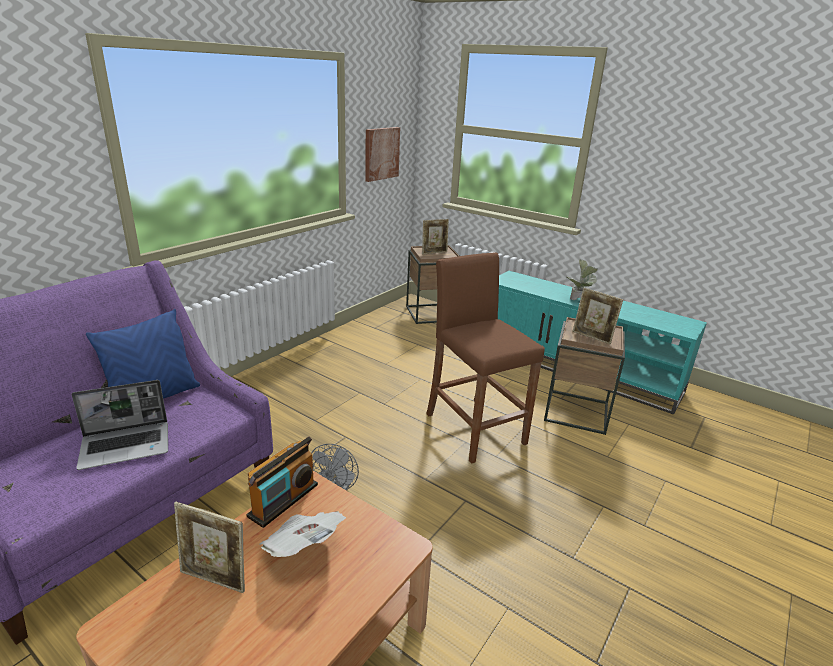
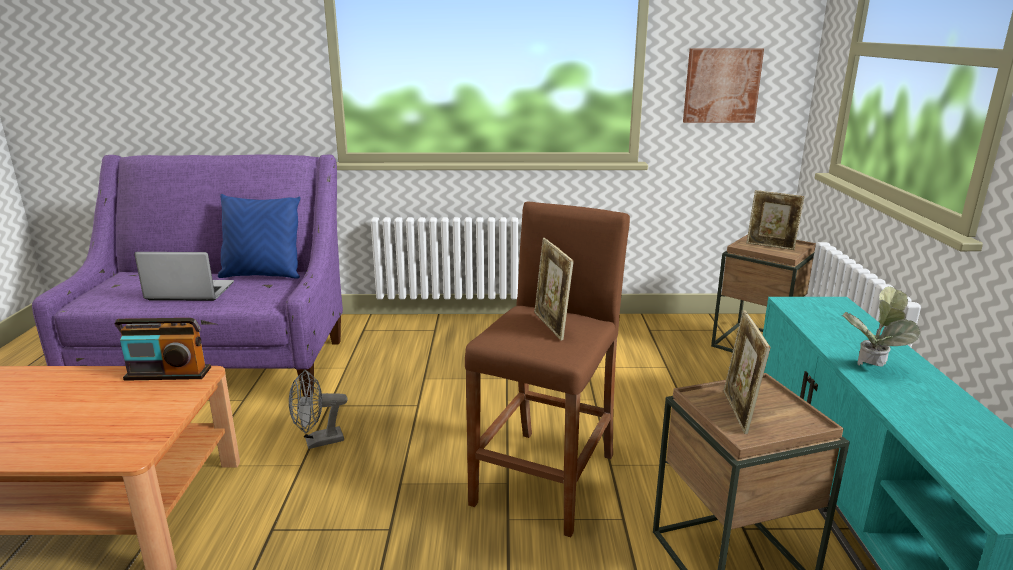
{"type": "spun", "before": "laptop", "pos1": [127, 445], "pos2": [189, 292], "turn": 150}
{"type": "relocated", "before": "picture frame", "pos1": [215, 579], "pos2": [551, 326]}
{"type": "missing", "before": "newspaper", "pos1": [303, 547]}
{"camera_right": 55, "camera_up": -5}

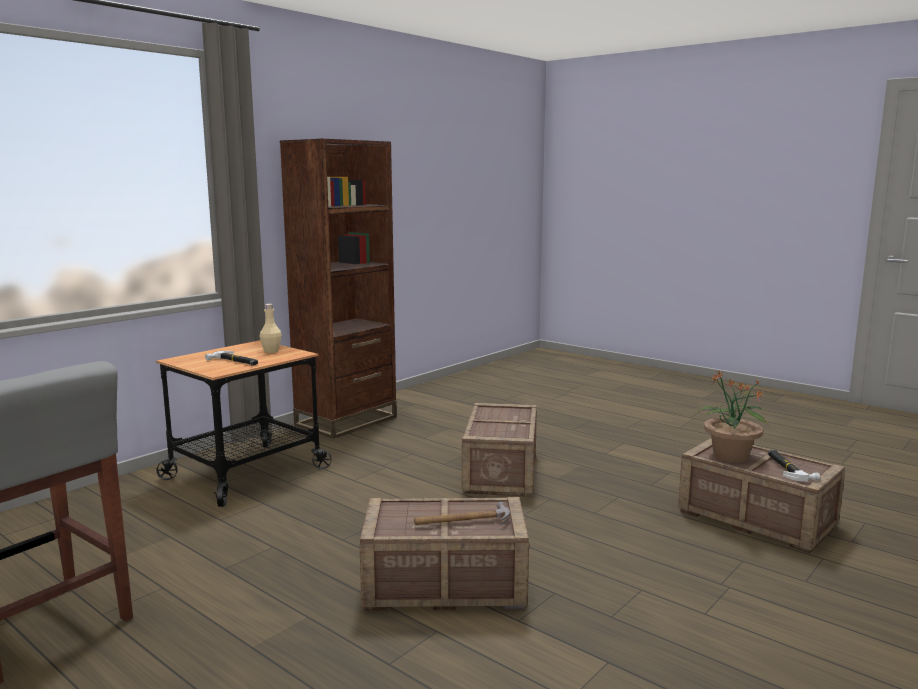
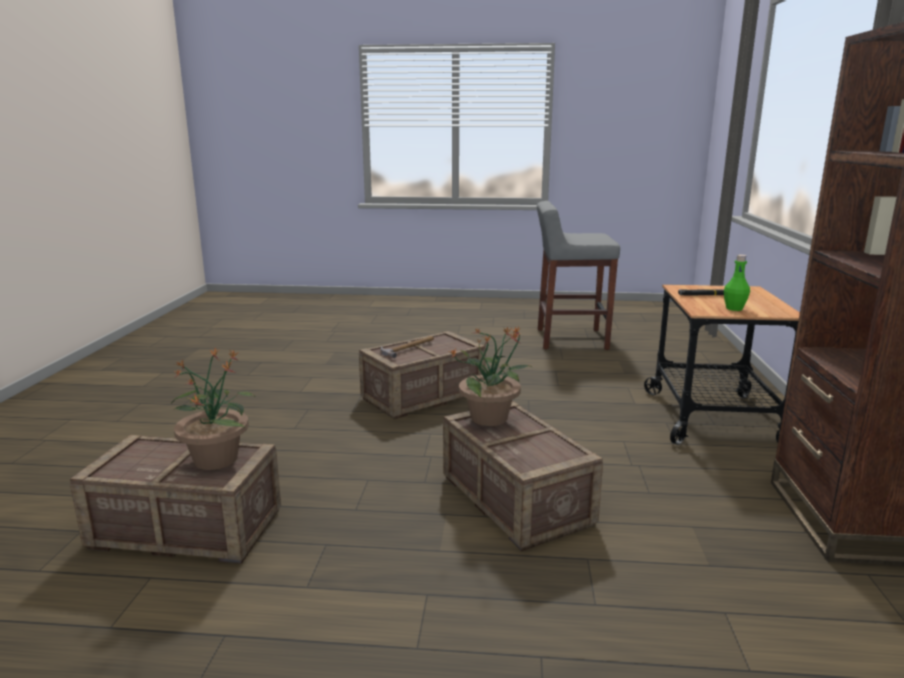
{"type": "colour", "before": "bottle (beige)", "after": "bottle (green)", "pos1": [271, 351], "pos2": [734, 308]}
{"type": "missing", "before": "hammer", "pos1": [788, 468]}
{"type": "appeared", "after": "potted plant", "pos2": [490, 418]}
{"camera_right": 145, "camera_up": 5}

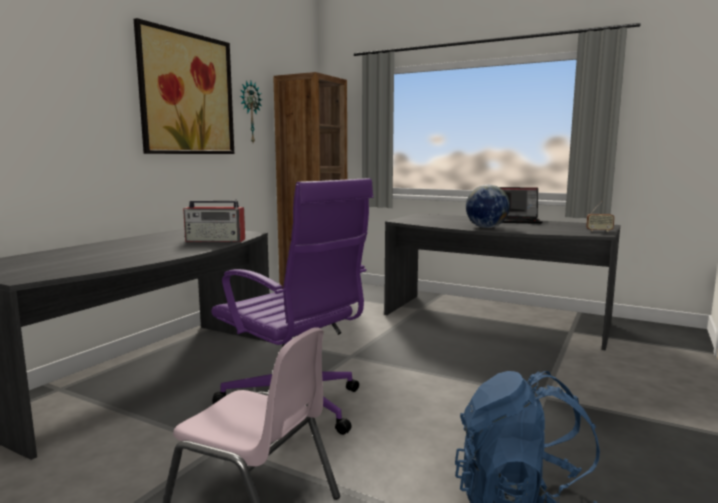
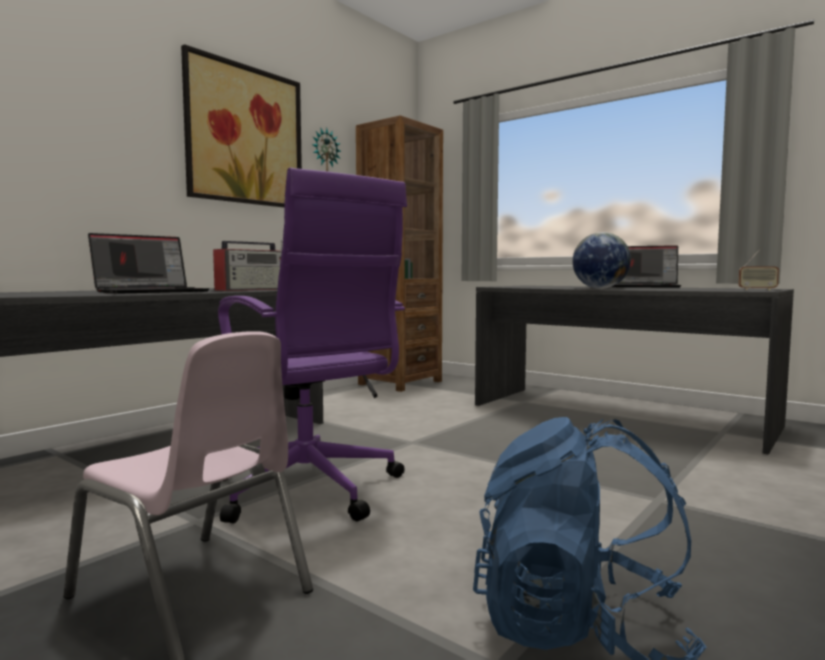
{"type": "spun", "before": "radio", "pos1": [216, 240], "pos2": [251, 289], "turn": -60}
{"type": "appeared", "after": "laptop", "pos2": [152, 292]}
{"camera_right": 10, "camera_up": -5}

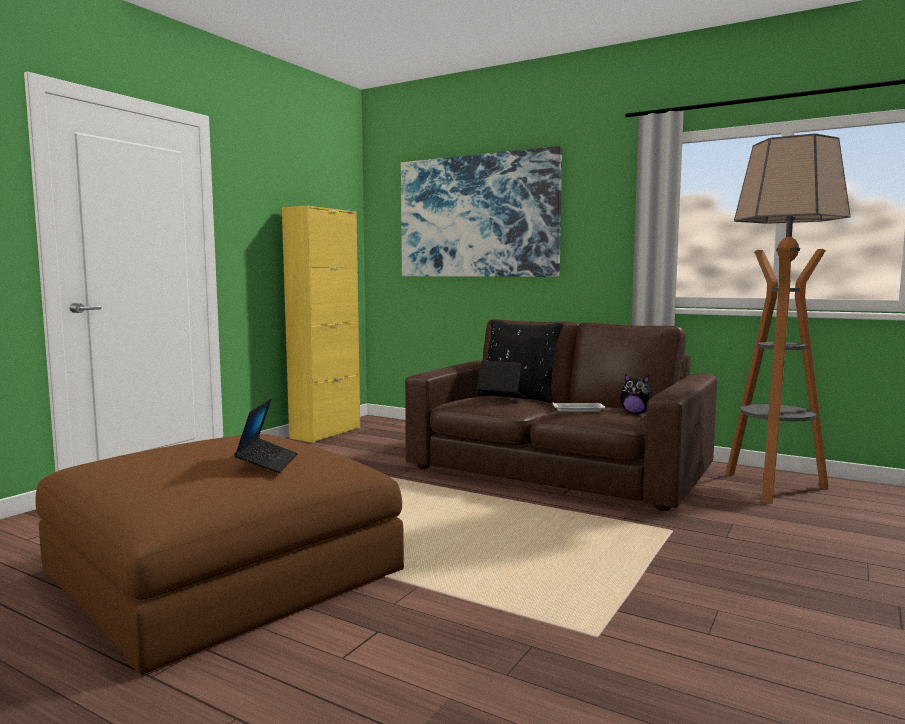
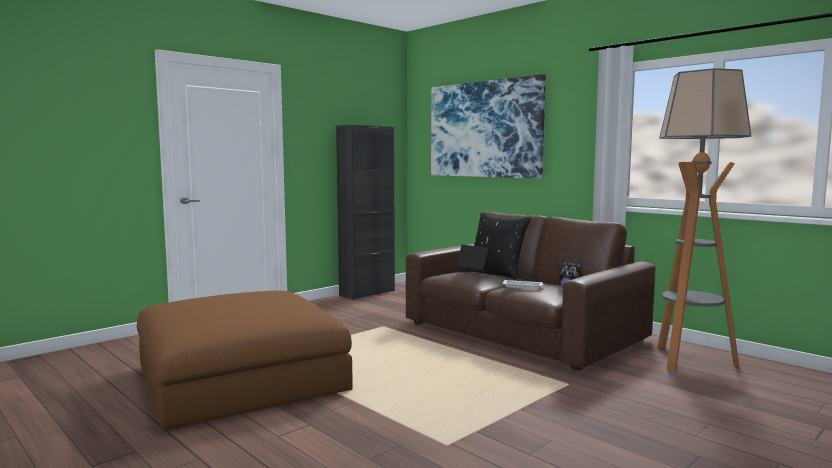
{"type": "colour", "before": "cabinet (yellow)", "after": "cabinet (black)", "pos1": [326, 433], "pos2": [367, 293]}
{"type": "missing", "before": "laptop", "pos1": [267, 462]}
{"camera_right": 15, "camera_up": 0}

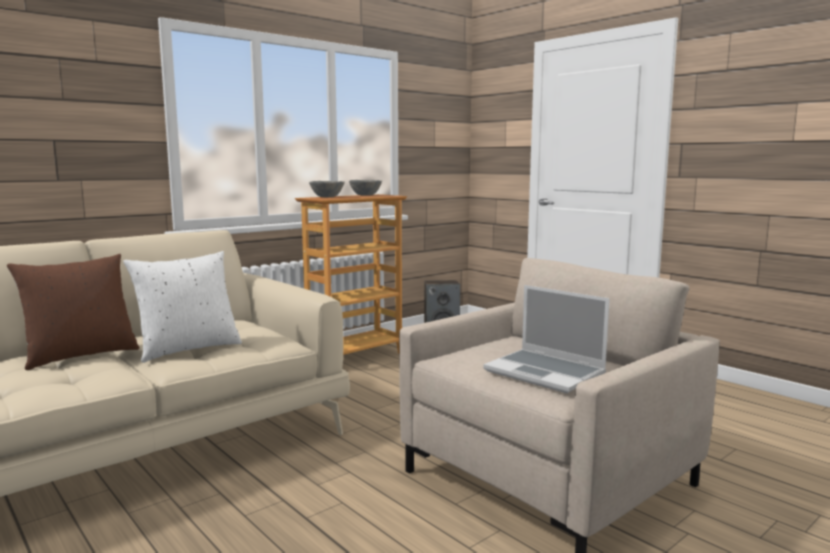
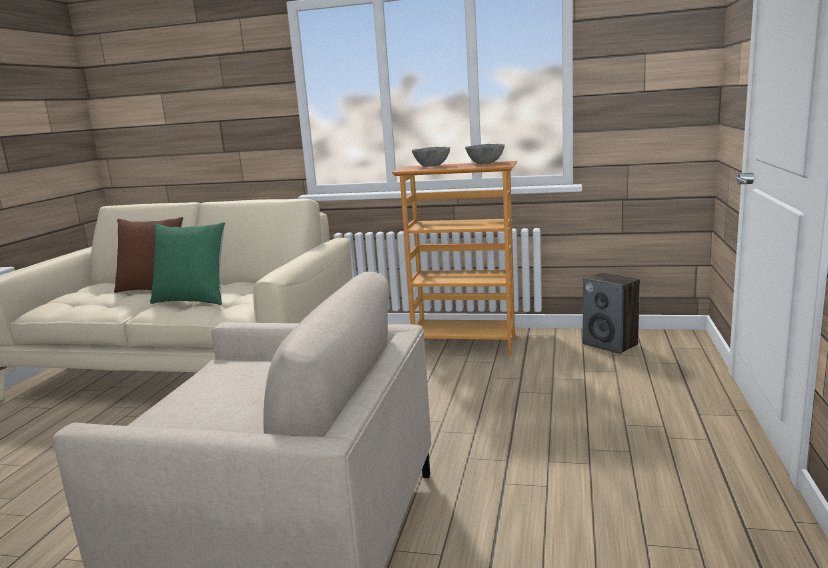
{"type": "colour", "before": "pillow (white)", "after": "pillow (green)", "pos1": [188, 349], "pos2": [193, 300]}
{"type": "missing", "before": "laptop", "pos1": [546, 373]}
{"camera_right": 55, "camera_up": 5}

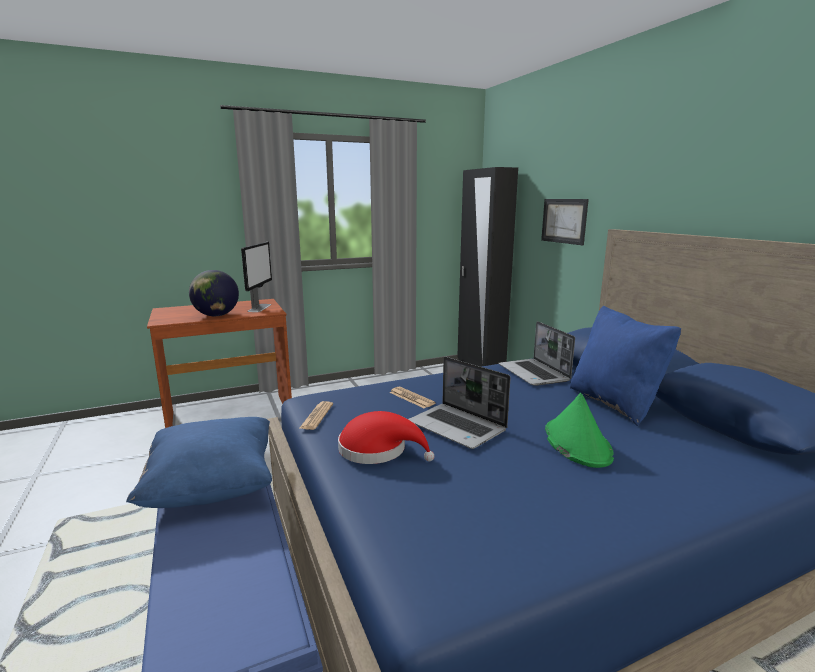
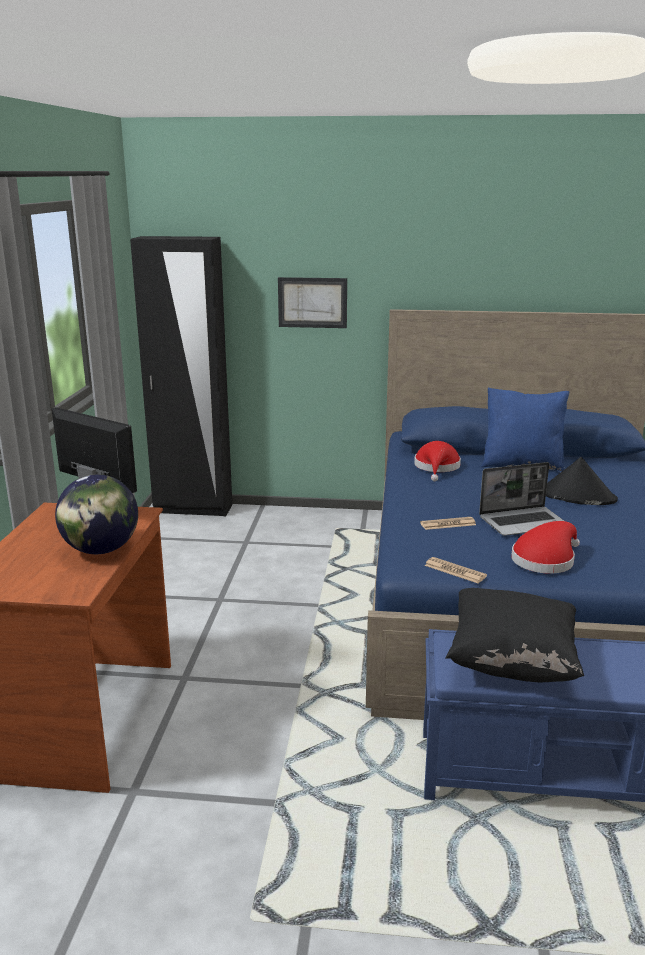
{"type": "exchanged", "before": "laptop", "after": "hat (red)", "pos1": [534, 373], "pos2": [437, 467]}
{"type": "colour", "before": "hat (green)", "after": "hat (black)", "pos1": [576, 443], "pos2": [577, 496]}
{"type": "colour", "before": "pillow (blue)", "after": "pillow (black)", "pos1": [212, 487], "pos2": [511, 662]}
{"camera_right": -60, "camera_up": 5}

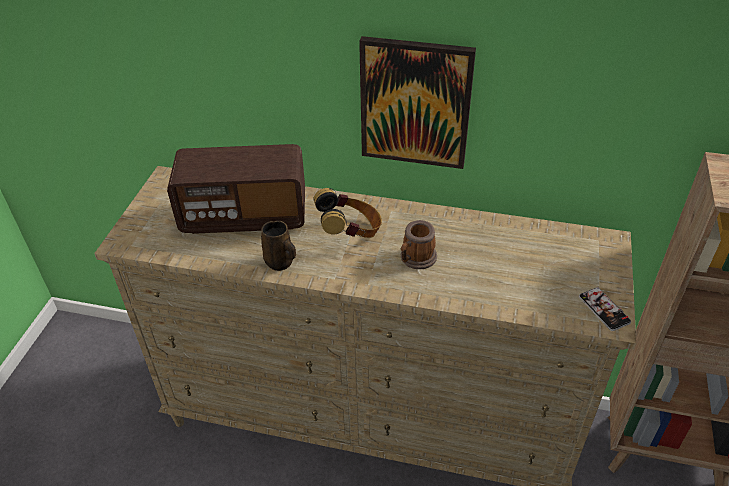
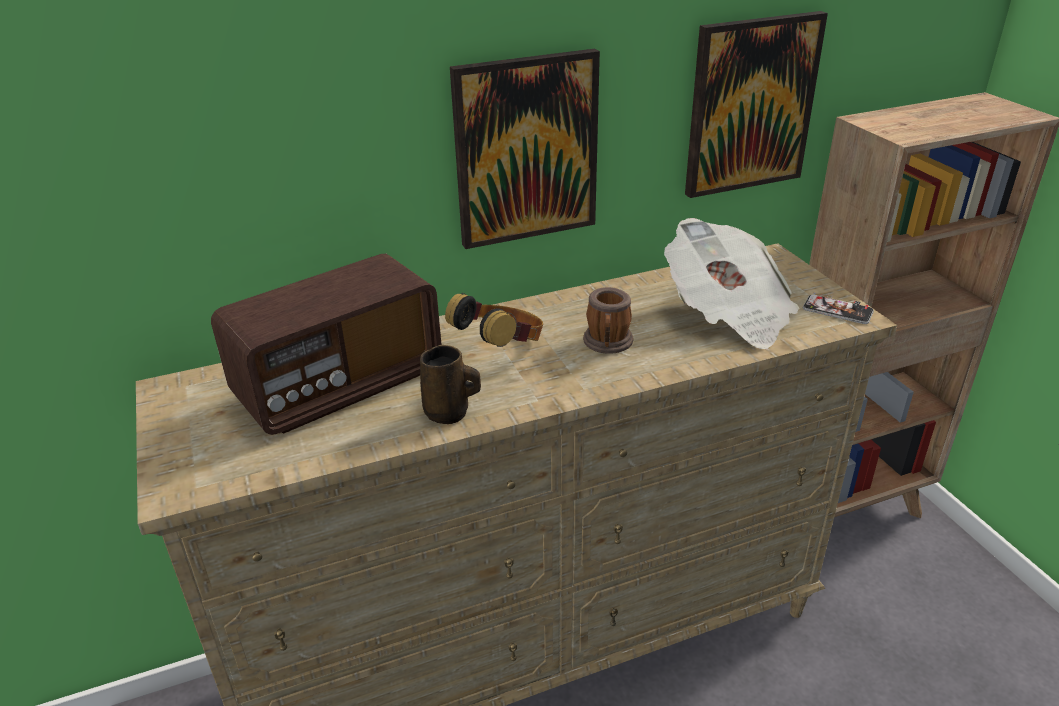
{"type": "appeared", "after": "picture", "pos2": [750, 105]}
{"type": "appeared", "after": "newspaper", "pos2": [728, 314]}
{"camera_right": -35, "camera_up": -10}

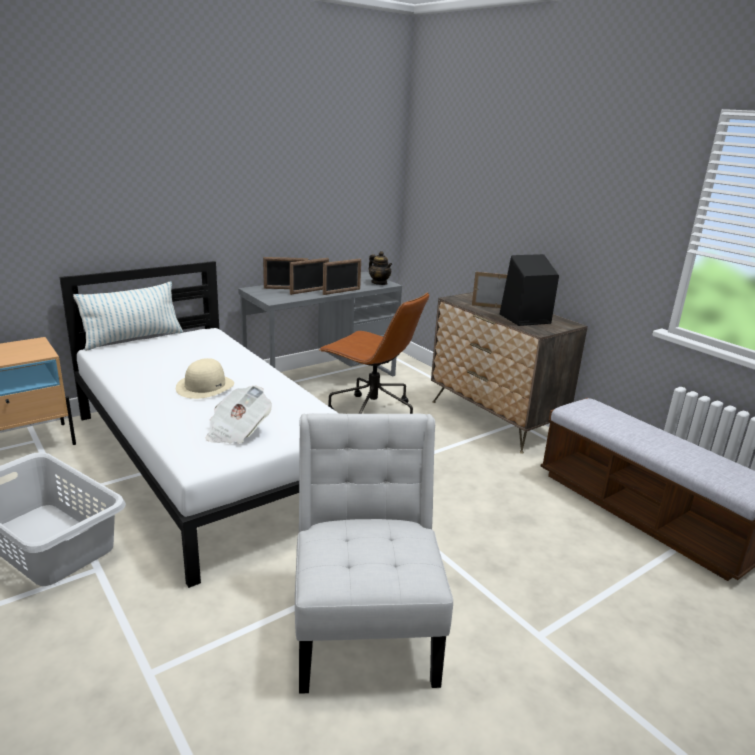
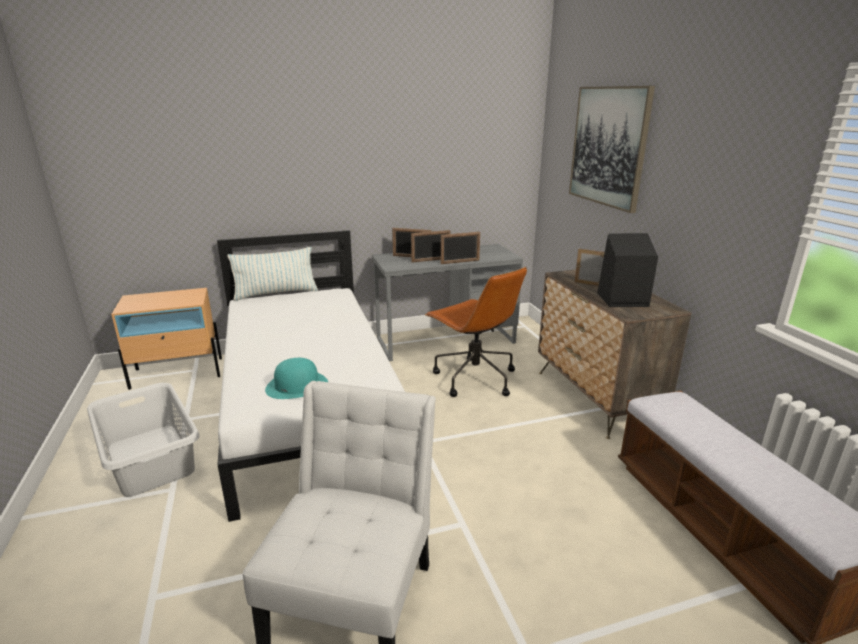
{"type": "missing", "before": "teapot", "pos1": [379, 283]}
{"type": "missing", "before": "hat (beige)", "pos1": [205, 386]}
{"type": "exchanged", "before": "newspaper", "after": "hat (turquoise)", "pos1": [237, 431], "pos2": [296, 386]}
{"type": "appeared", "after": "picture", "pos2": [608, 146]}
{"camera_right": 20, "camera_up": 0}

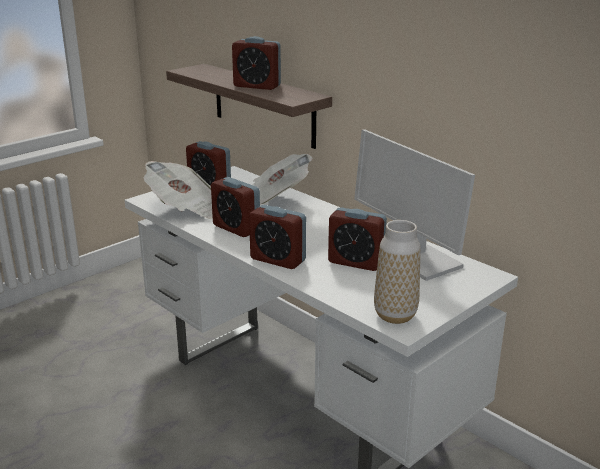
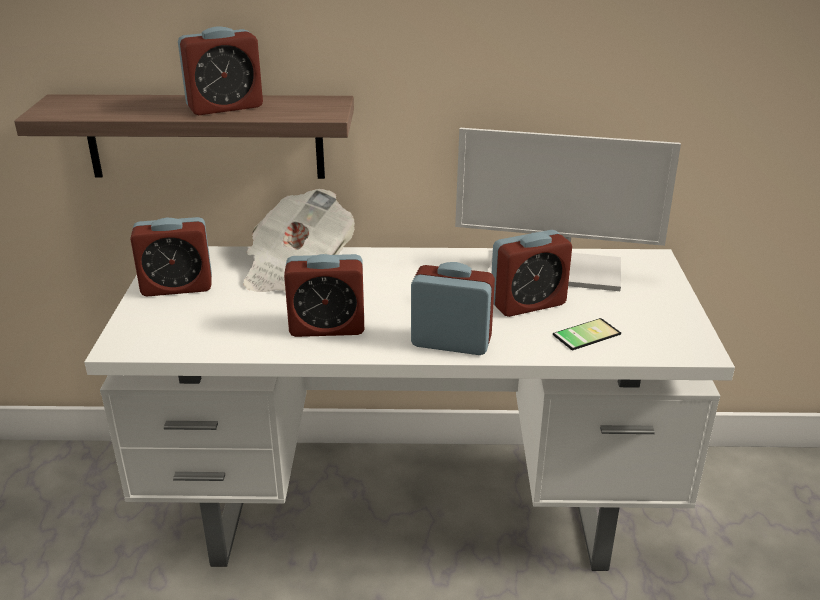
{"type": "missing", "before": "newspaper", "pos1": [185, 208]}
{"type": "spun", "before": "alarm clock", "pos1": [278, 260], "pos2": [451, 342], "turn": -150}
{"type": "missing", "before": "vase", "pos1": [395, 315]}
{"type": "appeared", "after": "phone", "pos2": [584, 333]}
{"camera_right": -45, "camera_up": 5}

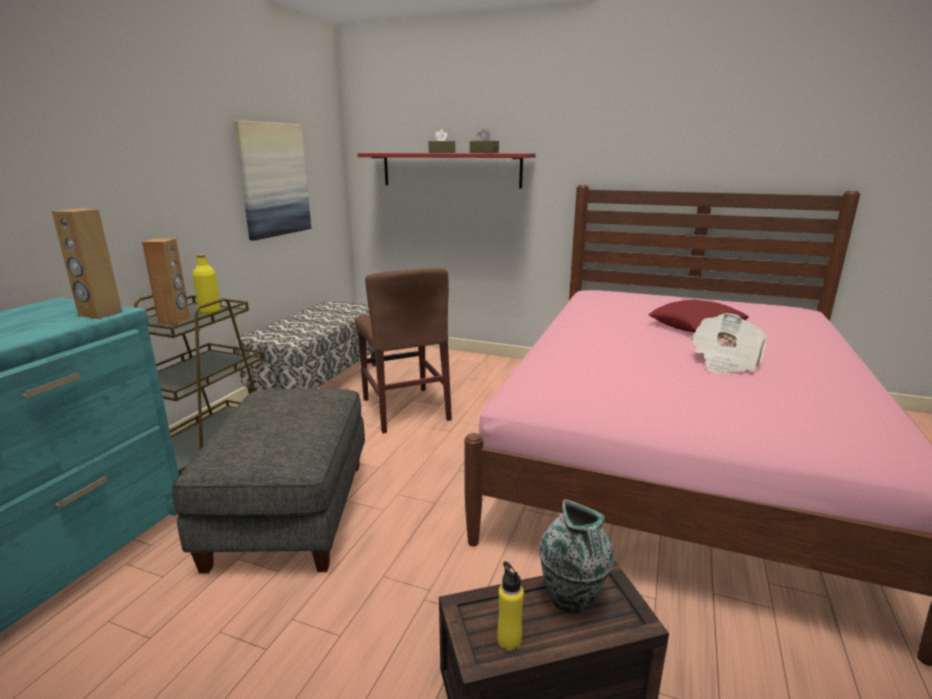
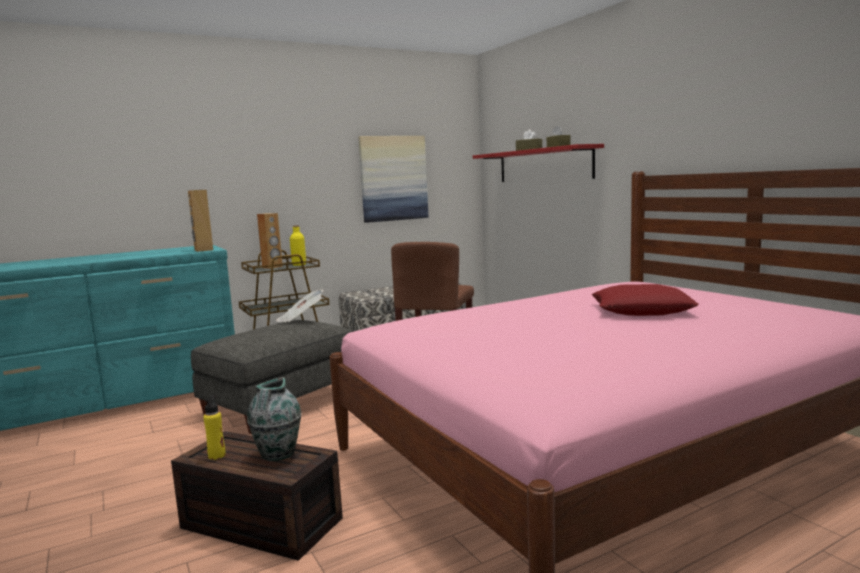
{"type": "relocated", "before": "newspaper", "pos1": [724, 362], "pos2": [300, 319]}
{"camera_right": 40, "camera_up": -10}

